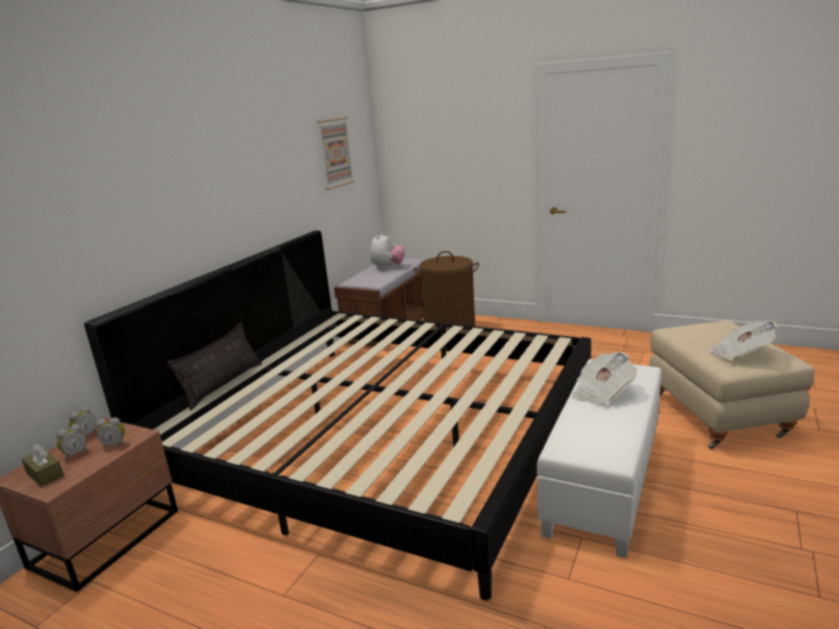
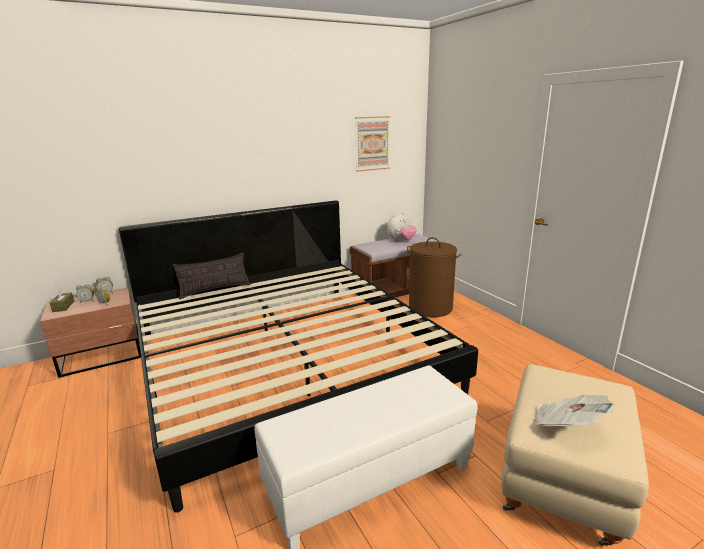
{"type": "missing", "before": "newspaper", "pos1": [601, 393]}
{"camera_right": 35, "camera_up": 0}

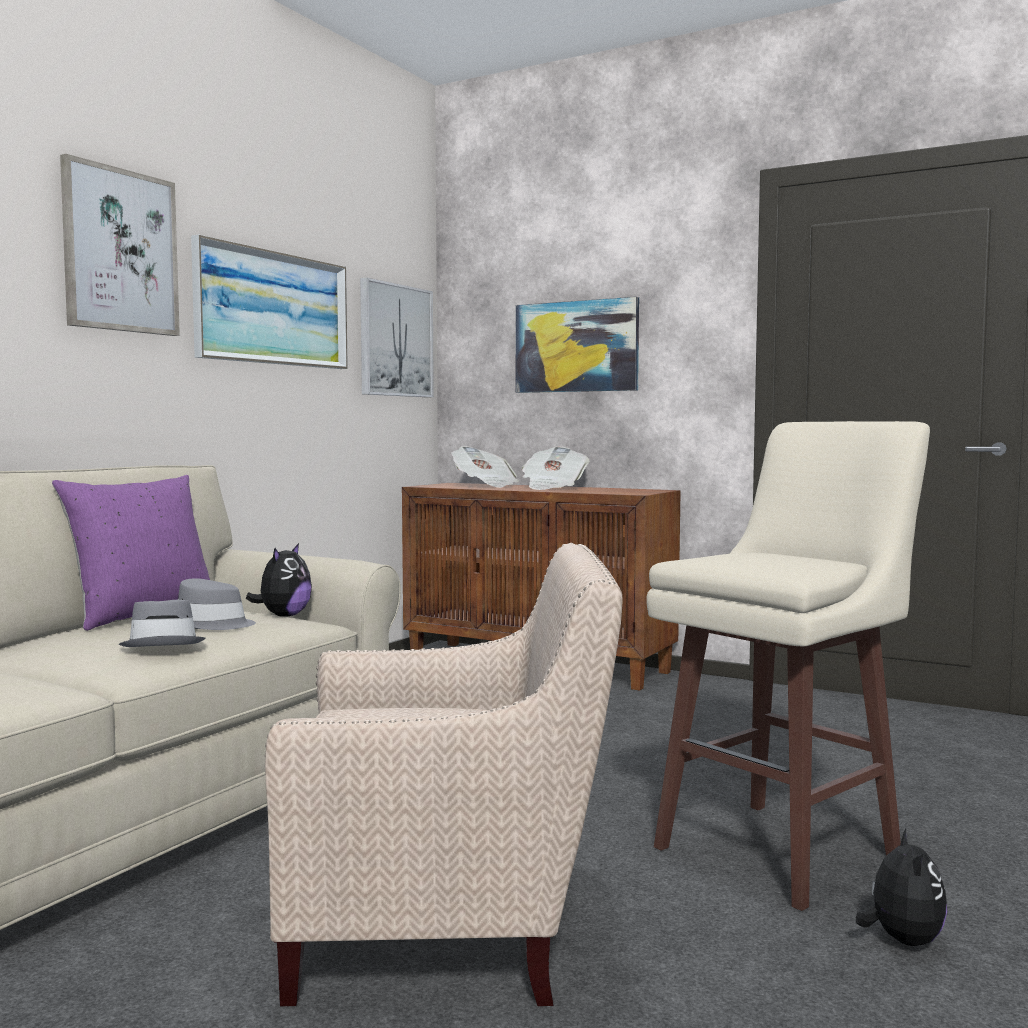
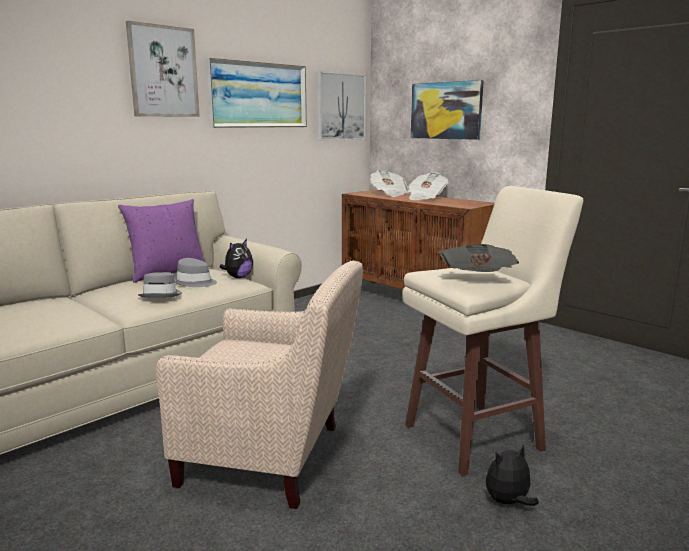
{"type": "spun", "before": "plush toy", "pos1": [902, 940], "pos2": [508, 502], "turn": -135}
{"type": "appeared", "after": "newspaper", "pos2": [477, 280]}
{"camera_right": 15, "camera_up": 10}

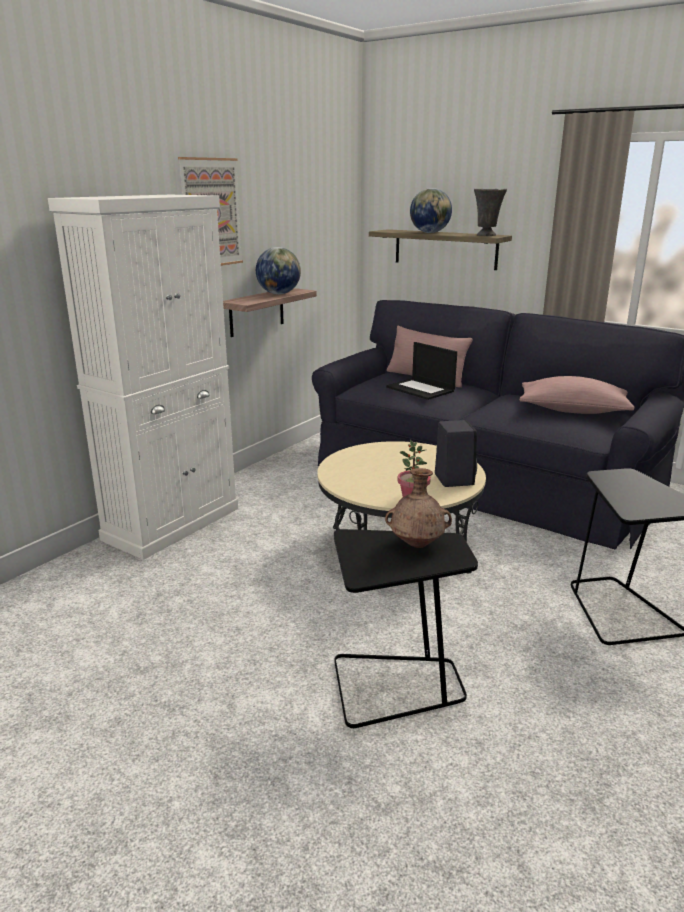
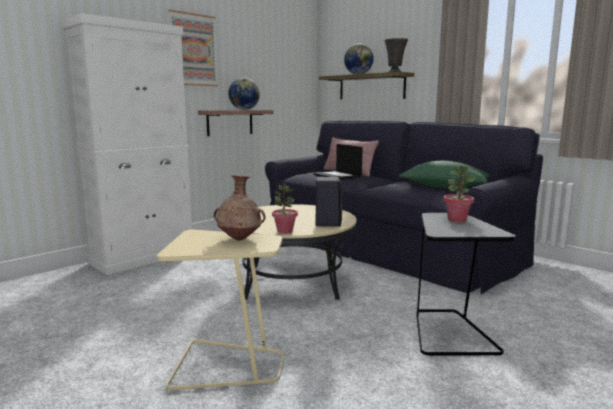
{"type": "colour", "before": "pillow (pink)", "after": "pillow (green)", "pos1": [573, 410], "pos2": [444, 187]}
{"type": "colour", "before": "side table (black)", "after": "side table (beige)", "pos1": [396, 686], "pos2": [227, 365]}
{"type": "appeared", "after": "potted plant", "pos2": [457, 219]}
{"camera_right": 10, "camera_up": -10}

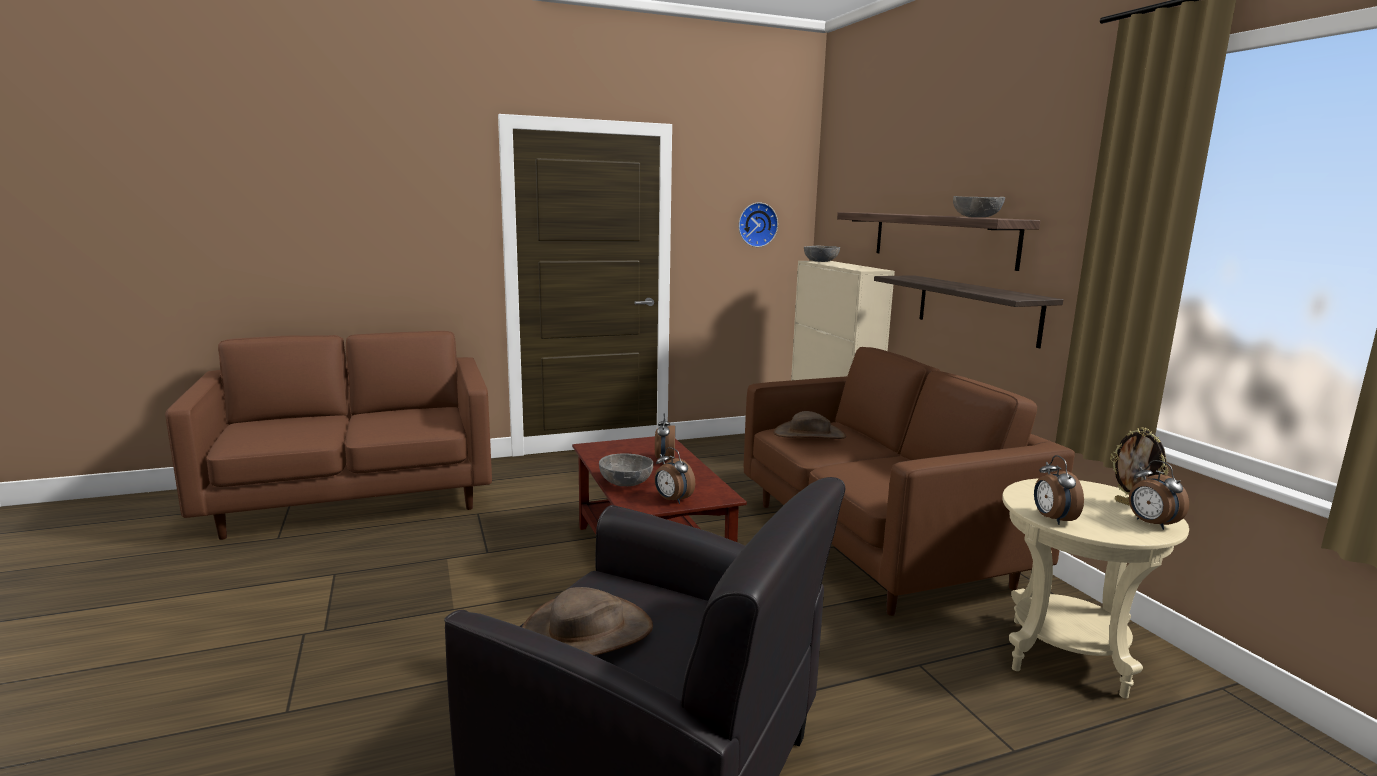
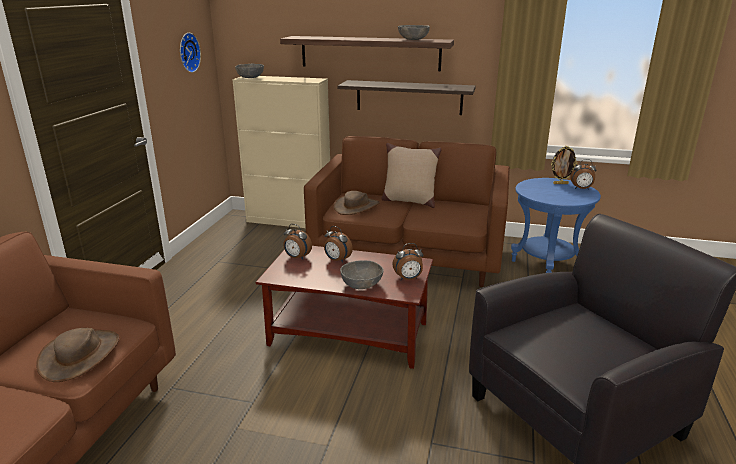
{"type": "relocated", "before": "alarm clock", "pos1": [1052, 519], "pos2": [297, 257]}
{"type": "colour", "before": "side table (beige)", "after": "side table (blue)", "pos1": [1066, 656], "pos2": [546, 264]}
{"type": "relocated", "before": "hat (brown)", "pos1": [586, 634], "pos2": [80, 355]}
{"type": "appeared", "after": "pillow (beige)", "pos2": [409, 201]}
{"camera_right": -55, "camera_up": 10}

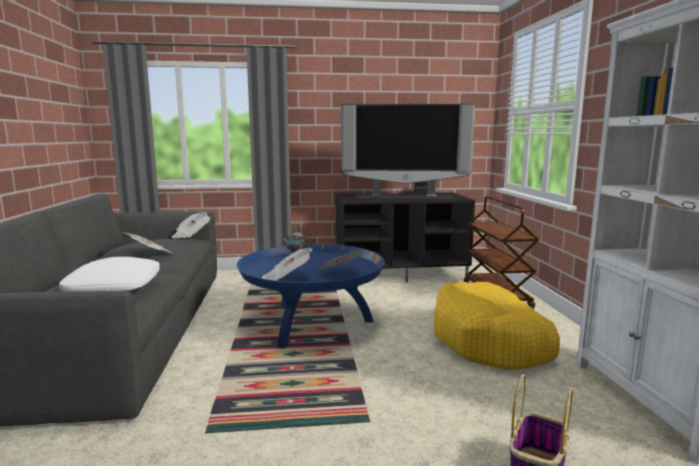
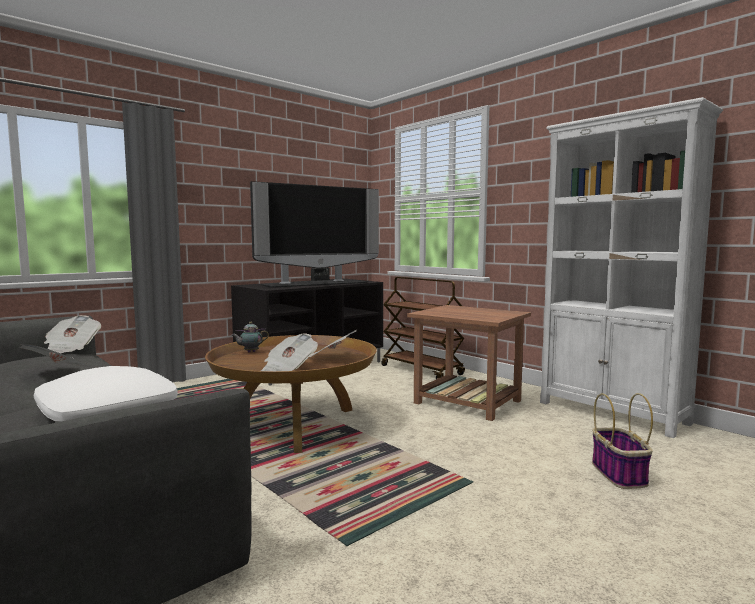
{"type": "colour", "before": "coffee table (blue)", "after": "coffee table (brown)", "pos1": [312, 323], "pos2": [294, 425]}
{"type": "exchanged", "before": "dog bed (yellow)", "after": "side table (brown)", "pos1": [490, 341], "pos2": [466, 402]}
{"camera_right": -35, "camera_up": -5}

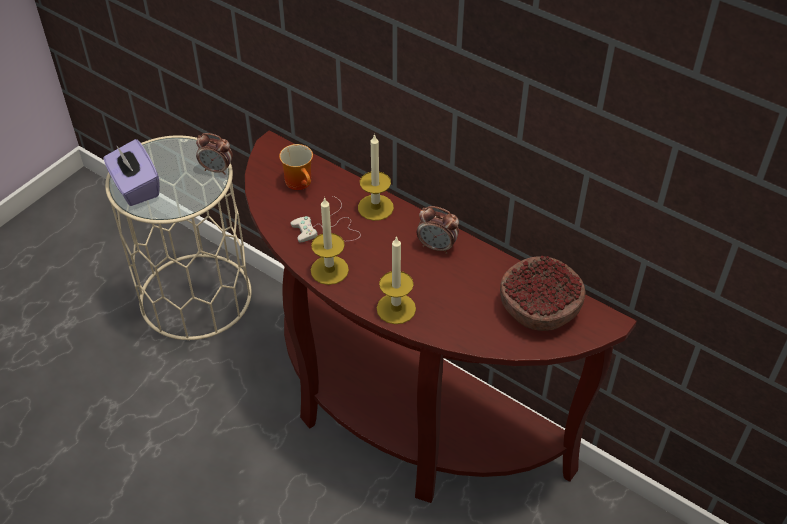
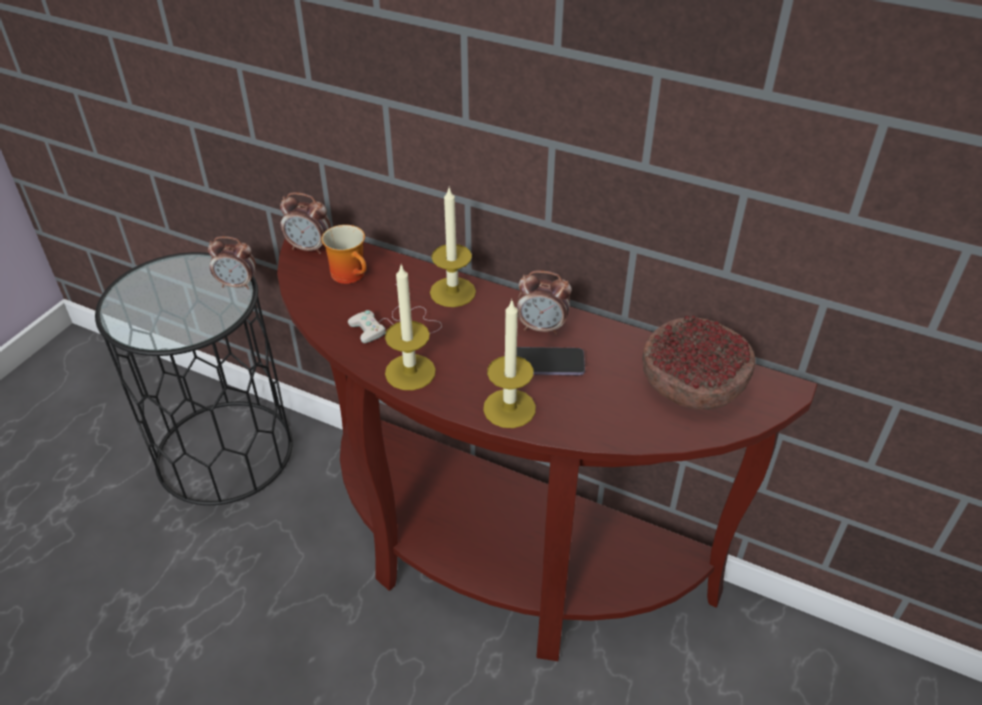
{"type": "colour", "before": "side table (beige)", "after": "side table (black)", "pos1": [196, 296], "pos2": [225, 451]}
{"type": "missing", "before": "tissue box (purple)", "pos1": [135, 187]}
{"type": "appeared", "after": "alarm clock", "pos2": [309, 248]}
{"type": "appeared", "after": "phone", "pos2": [546, 363]}
{"camera_right": -10, "camera_up": -5}

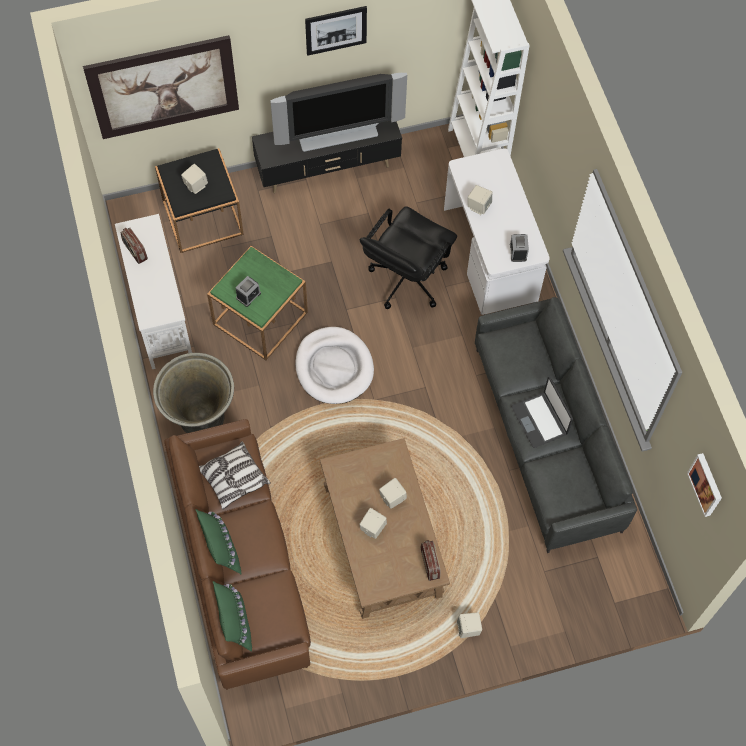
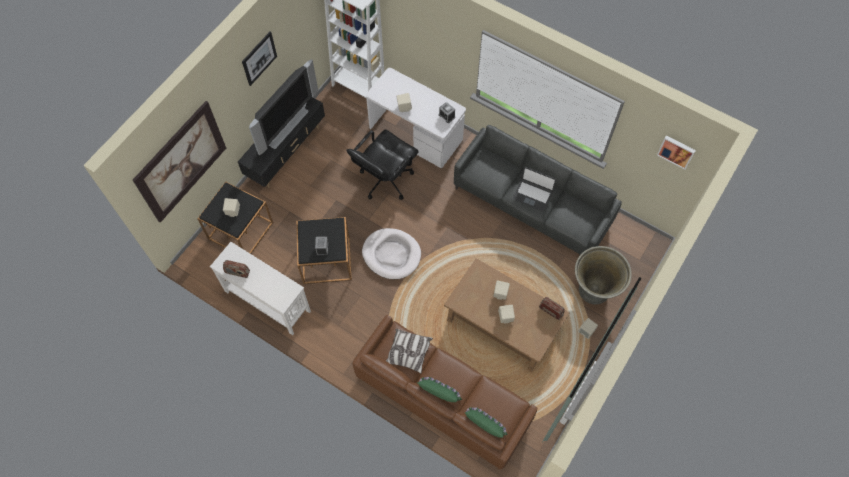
{"type": "spun", "before": "office chair (black)", "pos1": [406, 279], "pos2": [385, 180], "turn": 45}
{"type": "colour", "before": "side table (green)", "after": "side table (black)", "pos1": [260, 318], "pos2": [326, 260]}
{"type": "relocated", "before": "planter (grey)", "pos1": [200, 418], "pos2": [593, 291]}
{"camera_right": -40, "camera_up": 0}

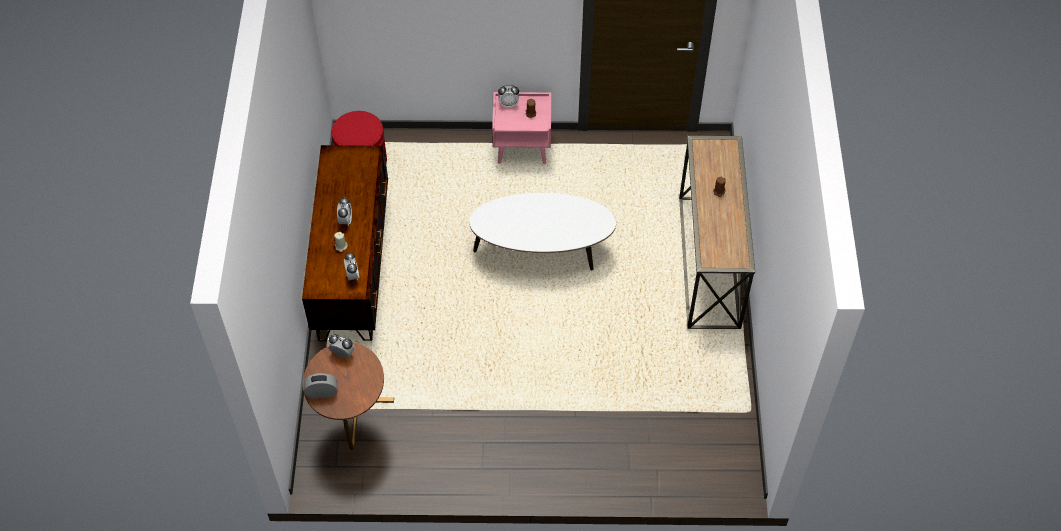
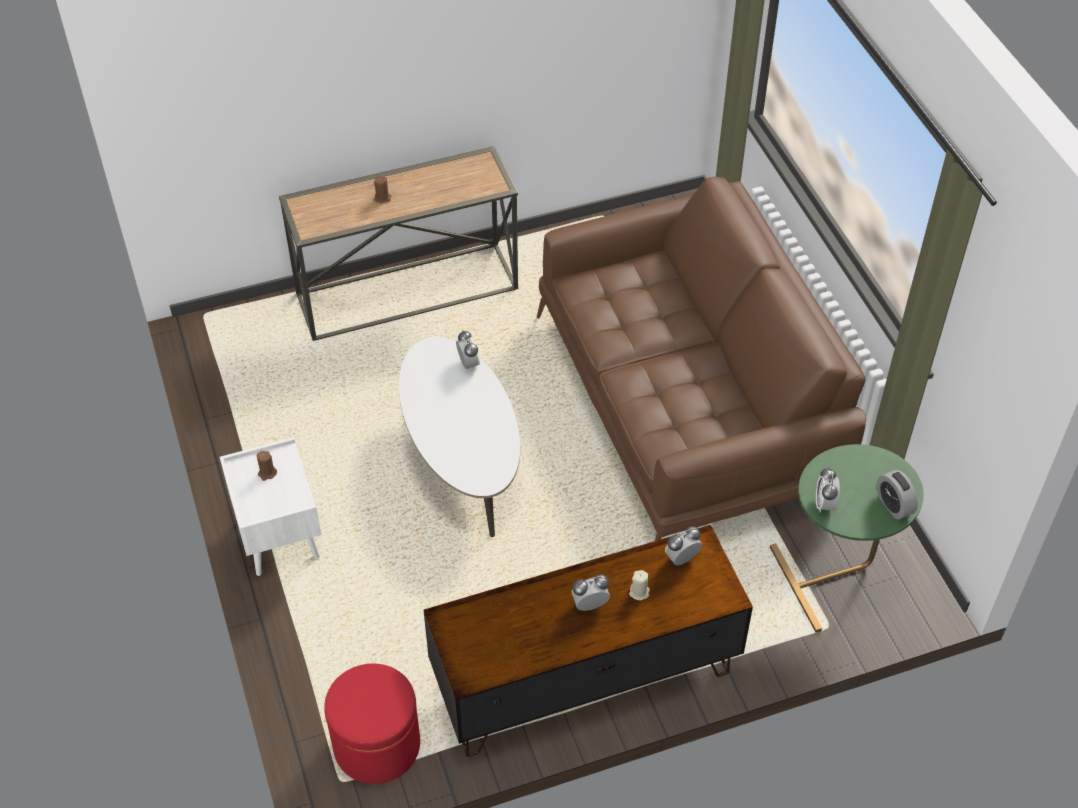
{"type": "relocated", "before": "alarm clock", "pos1": [508, 104], "pos2": [468, 364]}
{"type": "colour", "before": "nightstand (pink)", "after": "nightstand (white)", "pos1": [522, 148], "pos2": [278, 537]}
{"type": "colour", "before": "side table (brown)", "after": "side table (green)", "pos1": [354, 429], "pos2": [836, 576]}
{"type": "appeared", "after": "sofa (brown)", "pos2": [687, 404]}
{"camera_right": -110, "camera_up": -5}

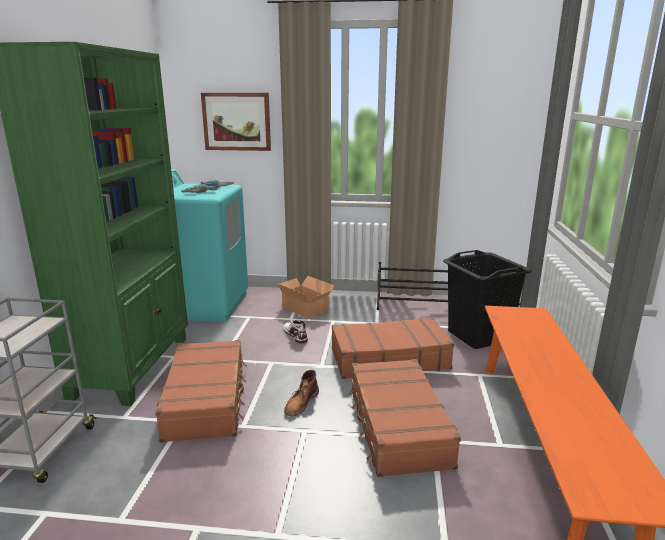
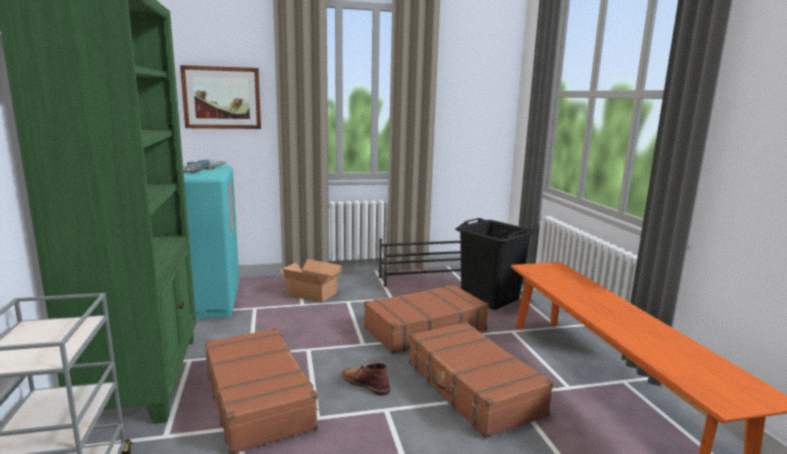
{"type": "missing", "before": "boot (white)", "pos1": [295, 334]}
{"type": "spun", "before": "boot (brown)", "pos1": [301, 402], "pos2": [365, 383], "turn": 120}
{"camera_right": -20, "camera_up": -5}

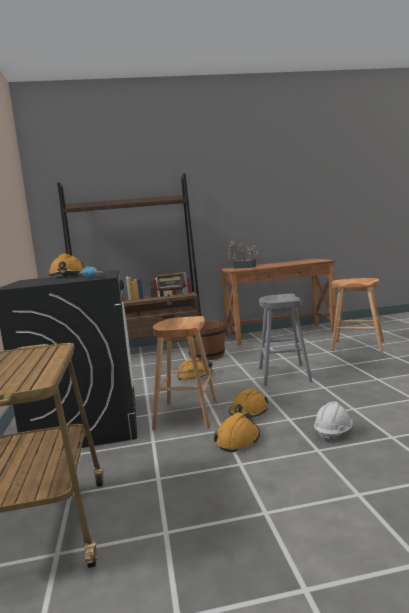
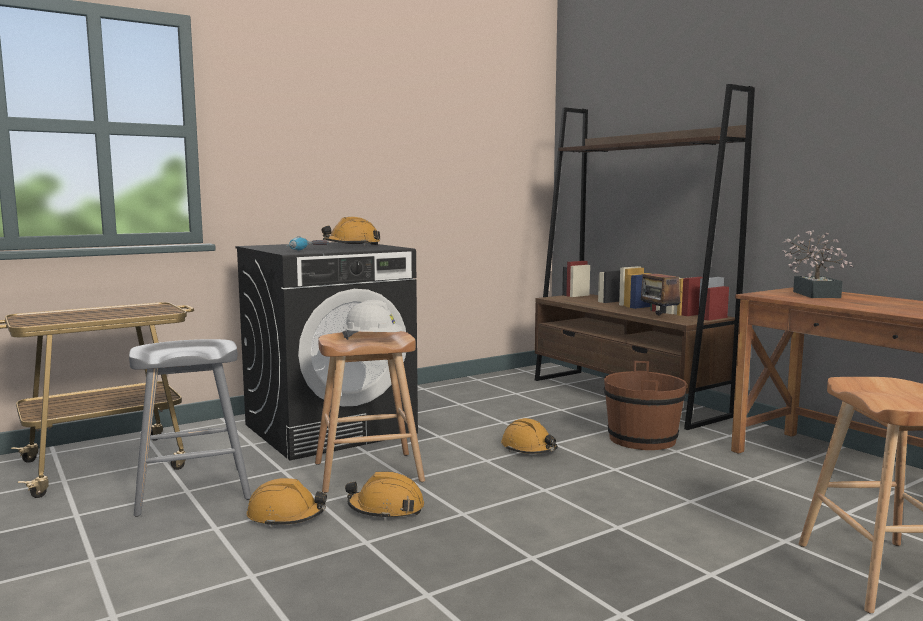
{"type": "relocated", "before": "stool (grey)", "pos1": [284, 375], "pos2": [192, 491]}
{"type": "relocated", "before": "hard hat (white)", "pos1": [333, 433], "pos2": [373, 340]}
{"camera_right": 65, "camera_up": 0}

